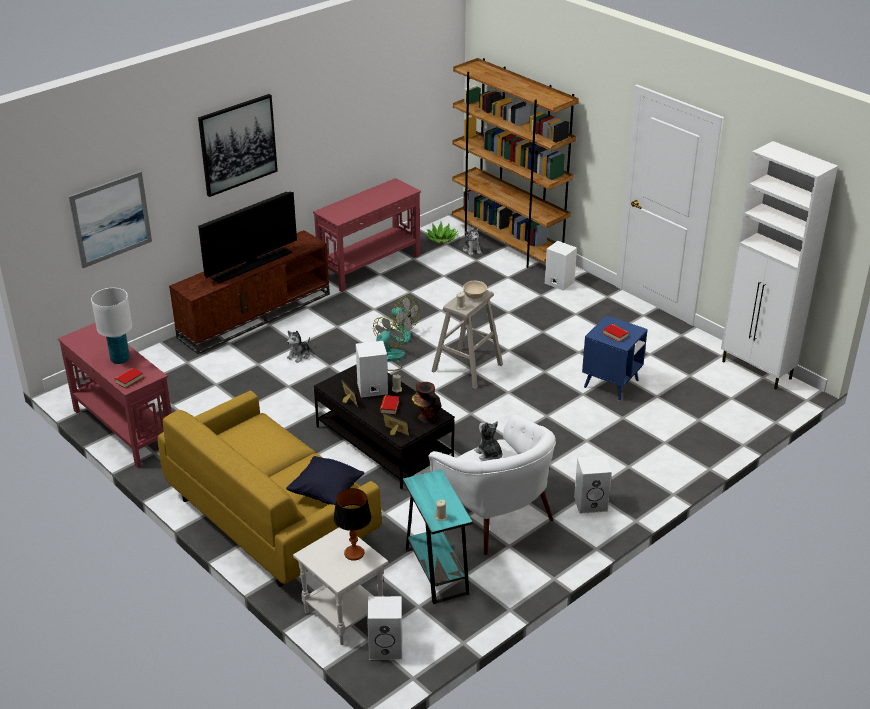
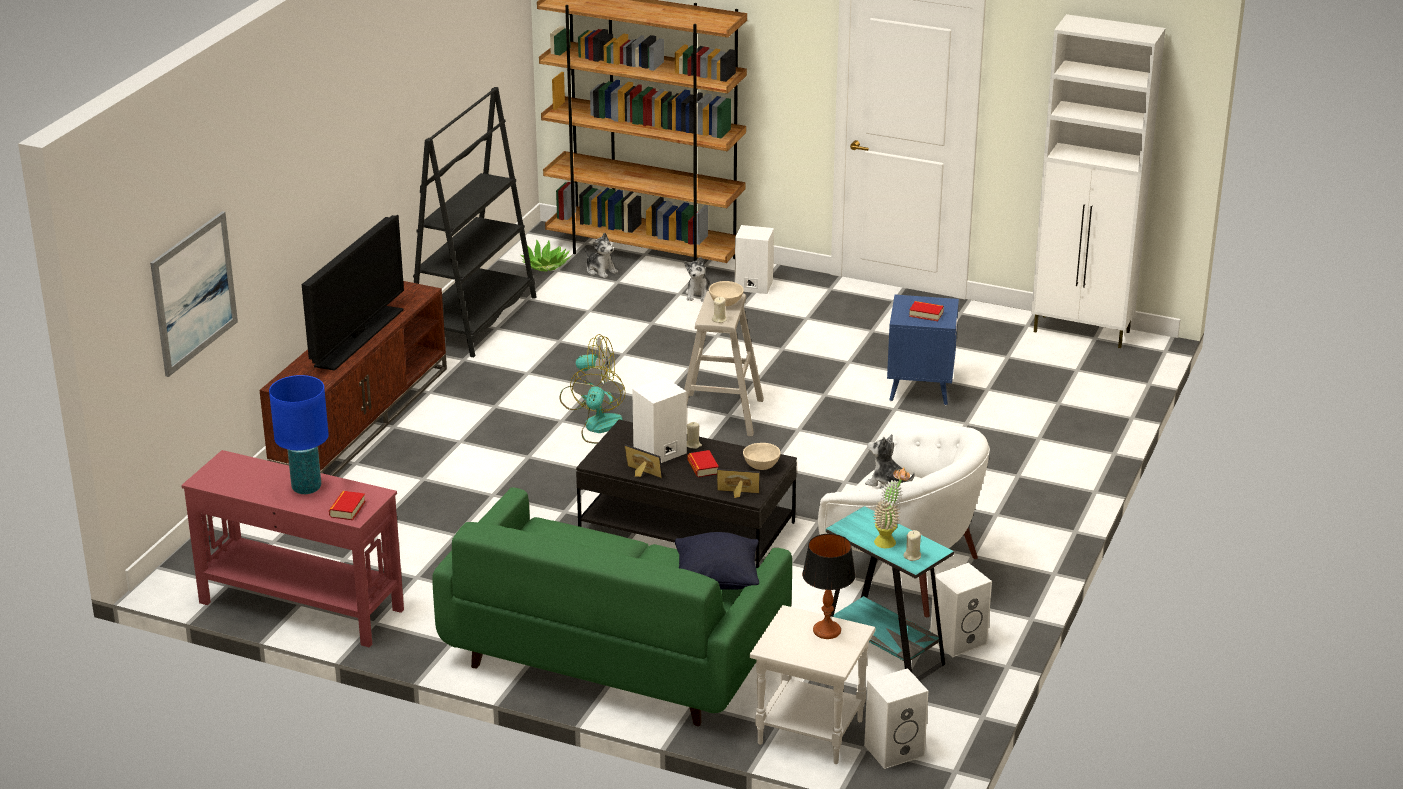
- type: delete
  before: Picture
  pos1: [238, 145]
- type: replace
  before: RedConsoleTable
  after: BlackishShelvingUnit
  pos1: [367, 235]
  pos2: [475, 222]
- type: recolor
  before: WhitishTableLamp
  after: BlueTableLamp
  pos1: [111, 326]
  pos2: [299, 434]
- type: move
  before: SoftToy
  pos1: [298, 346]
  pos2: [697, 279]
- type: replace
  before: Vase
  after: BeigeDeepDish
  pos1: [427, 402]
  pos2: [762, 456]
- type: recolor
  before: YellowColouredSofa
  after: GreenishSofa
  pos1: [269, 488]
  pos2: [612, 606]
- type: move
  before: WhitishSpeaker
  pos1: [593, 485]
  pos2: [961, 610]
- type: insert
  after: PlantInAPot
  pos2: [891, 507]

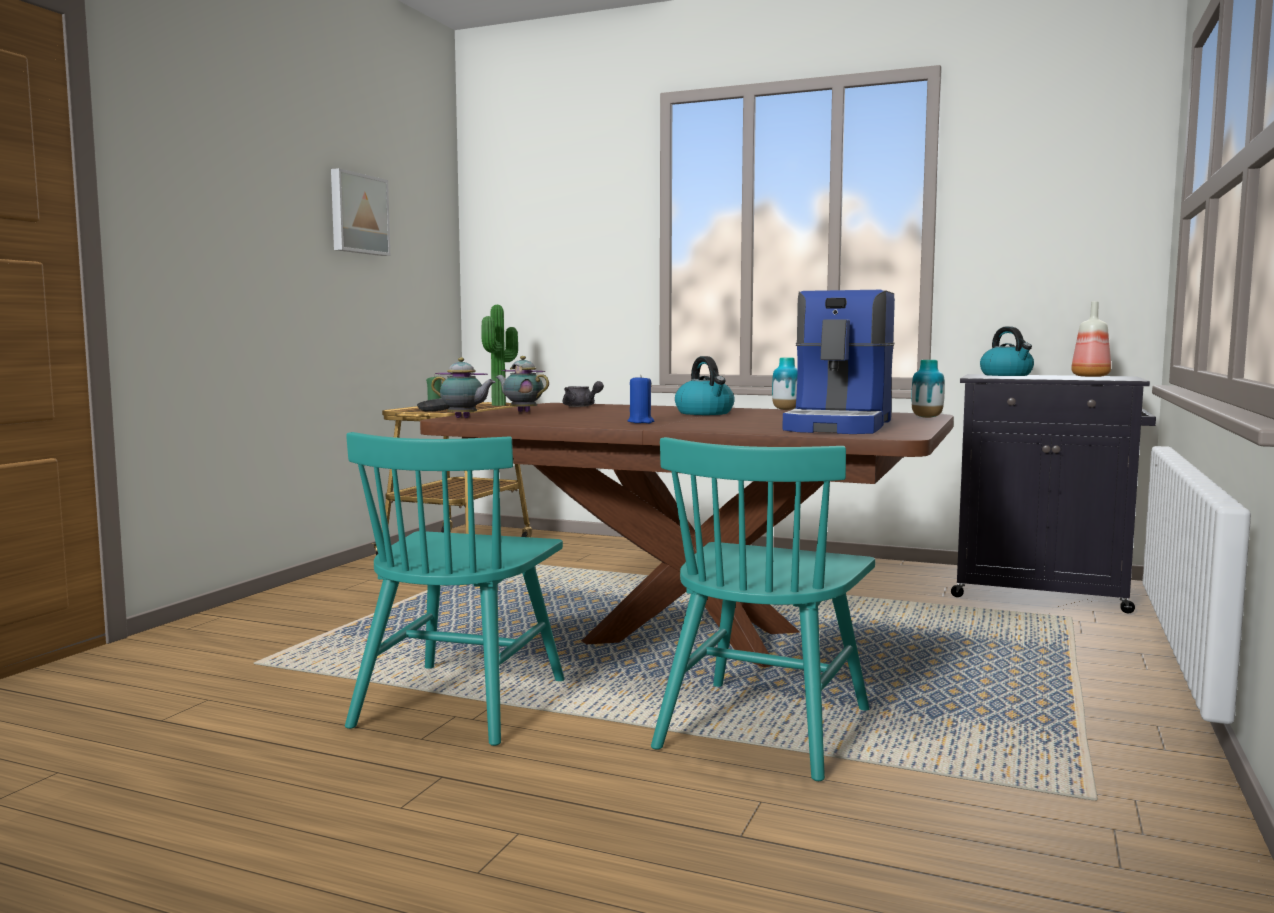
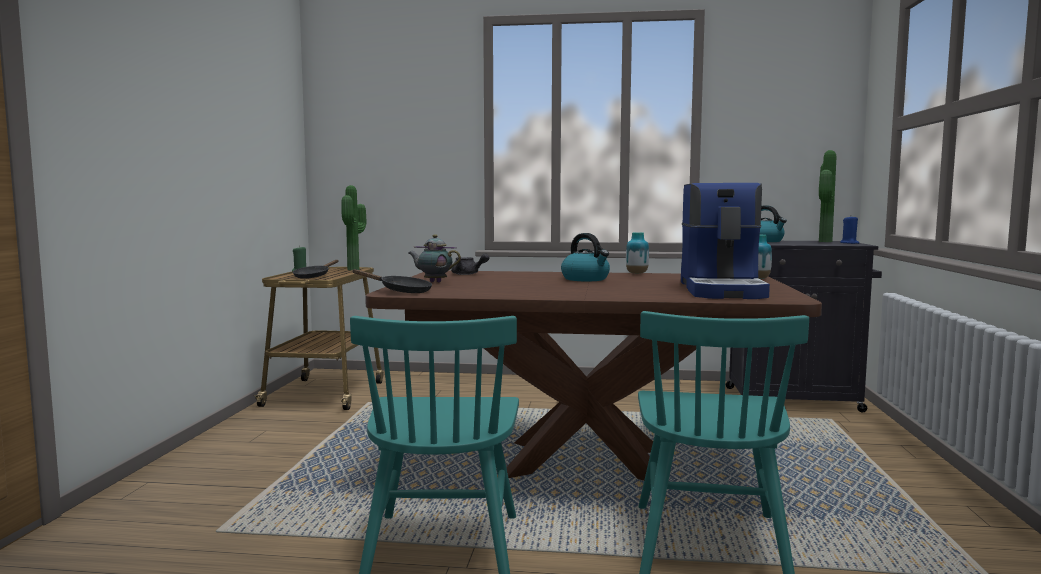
- type: delete
  before: Picture
  pos1: [360, 212]
- type: replace
  before: Bottle
  after: PlantInAPot
  pos1: [1091, 339]
  pos2: [827, 196]
- type: replace
  before: PotForTea
  after: BlackishFryingPan
  pos1: [463, 387]
  pos2: [392, 281]
- type: move
  before: BlueCandle
  pos1: [640, 399]
  pos2: [849, 230]

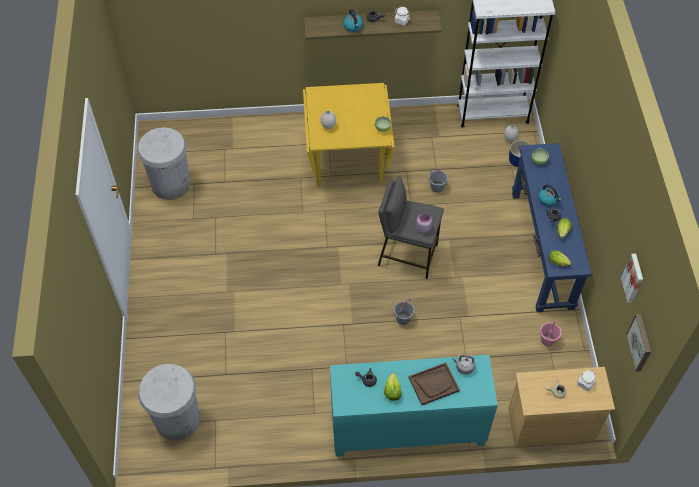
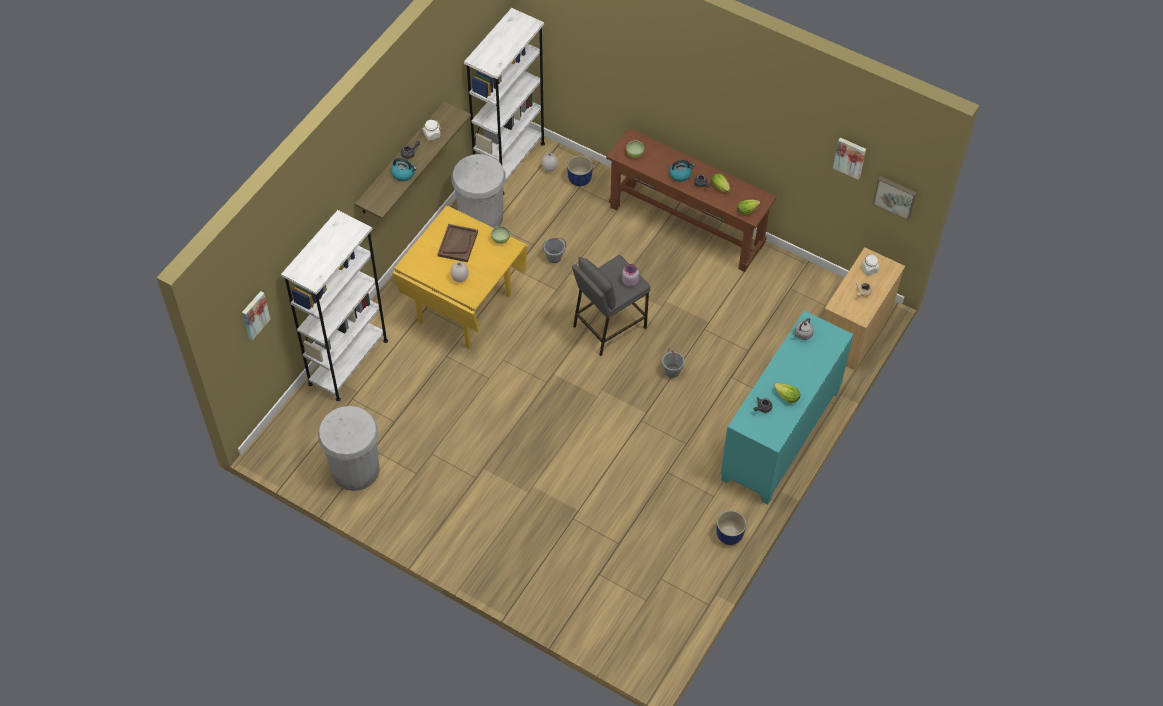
- type: recolor
  before: BlueConsoleTable
  after: BrownColouredConsoleTable
  pos1: [552, 227]
  pos2: [691, 200]
- type: delete
  before: PinkPail
  pos1: [551, 333]
- type: move
  before: BrownColouredServingTray
  pos1: [434, 383]
  pos2: [458, 243]
- type: move
  before: WhitishTrashCan
  pos1: [169, 402]
  pos2: [478, 191]
- type: insert
  after: WhitishShelvingUnit
  pos2: [334, 305]
- type: insert
  after: Picture
  pos2: [256, 315]
- type: insert
  after: BluePlantPot
  pos2: [731, 527]

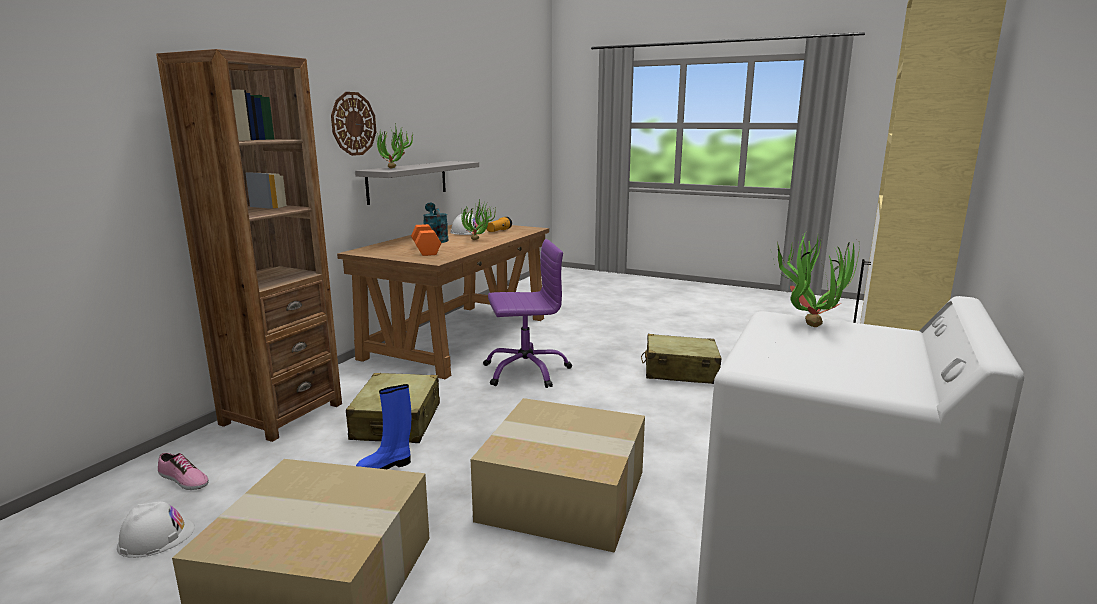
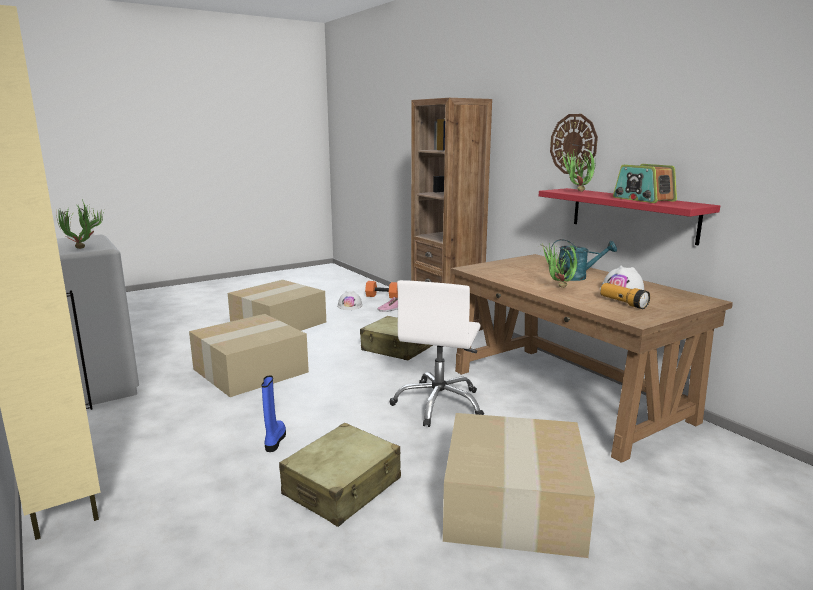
- type: recolor
  before: GrayBracketShelf
  after: RedBracketShelf
  pos1: [417, 183]
  pos2: [629, 216]
- type: move
  before: OrangeDumbbell
  pos1: [426, 240]
  pos2: [381, 289]
- type: recolor
  before: PurpleColouredDeskChair
  after: WhitishDeskChair
  pos1: [527, 313]
  pos2: [437, 353]
- type: move
  before: BlueTallBoot
  pos1: [383, 426]
  pos2: [273, 414]
- type: insert
  after: Radio
  pos2: [645, 183]
- type: insert
  after: CardboardBox
  pos2: [519, 485]

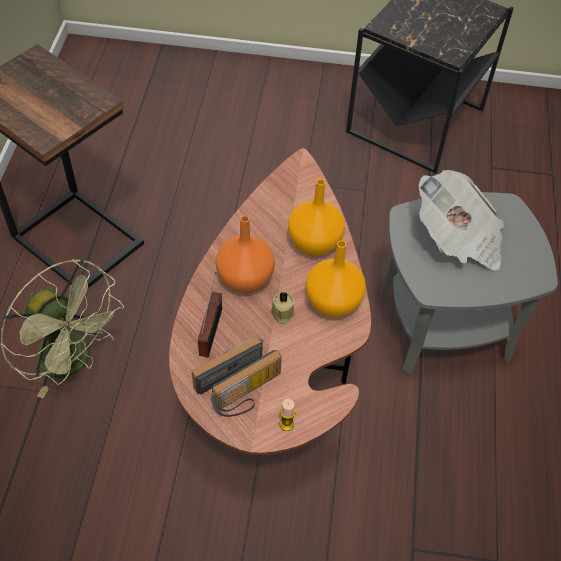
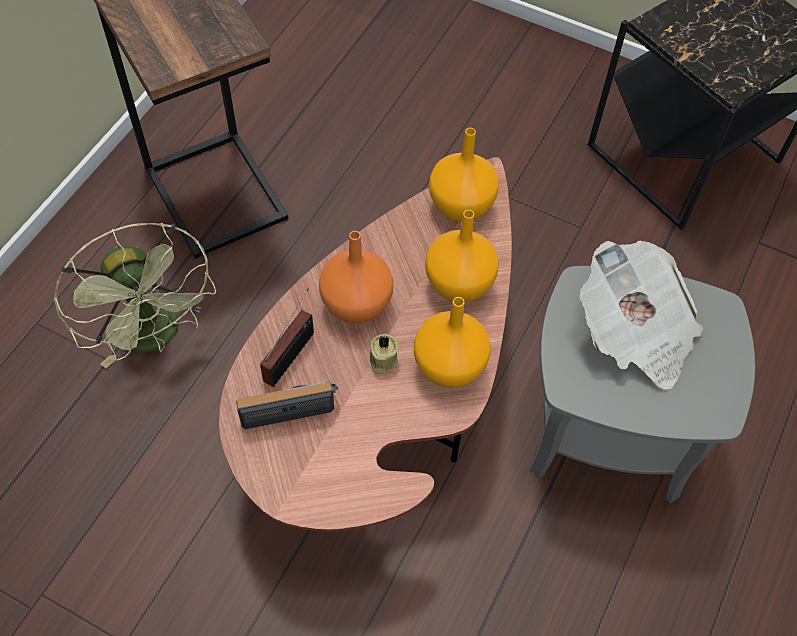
- type: delete
  before: Radio
  pos1: [246, 383]
- type: delete
  before: Candle
  pos1: [287, 415]
- type: insert
  after: OrangeVase
  pos2: [464, 175]

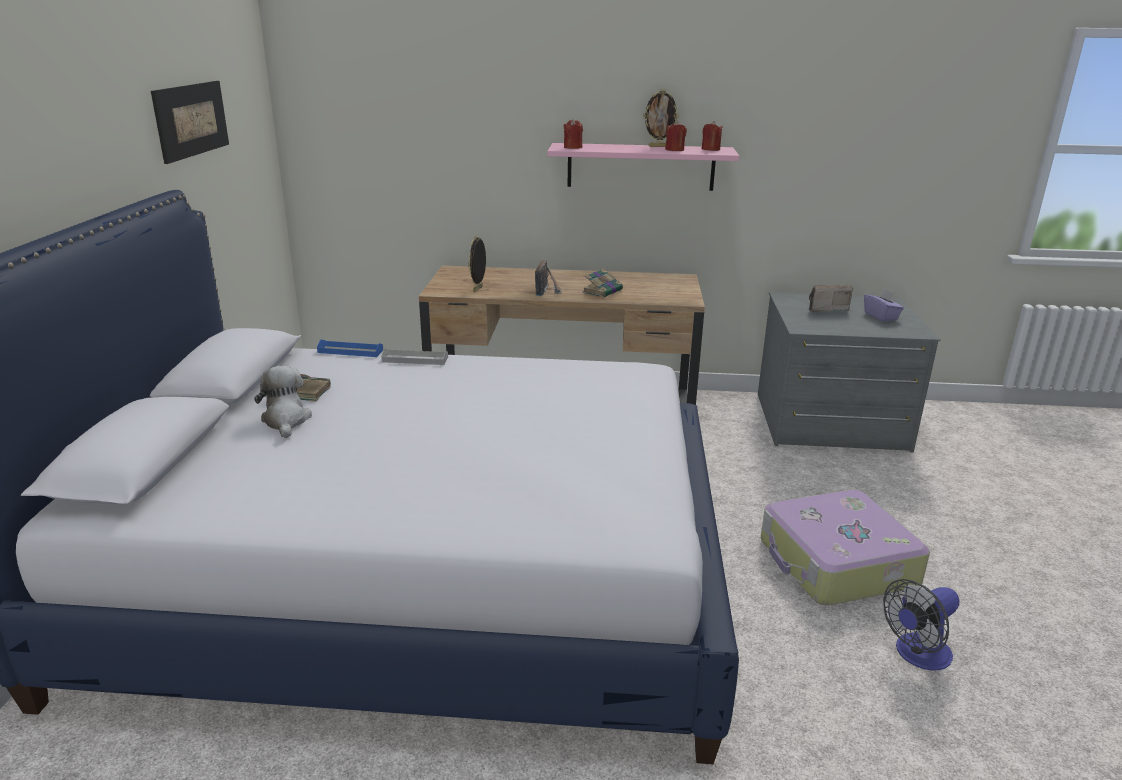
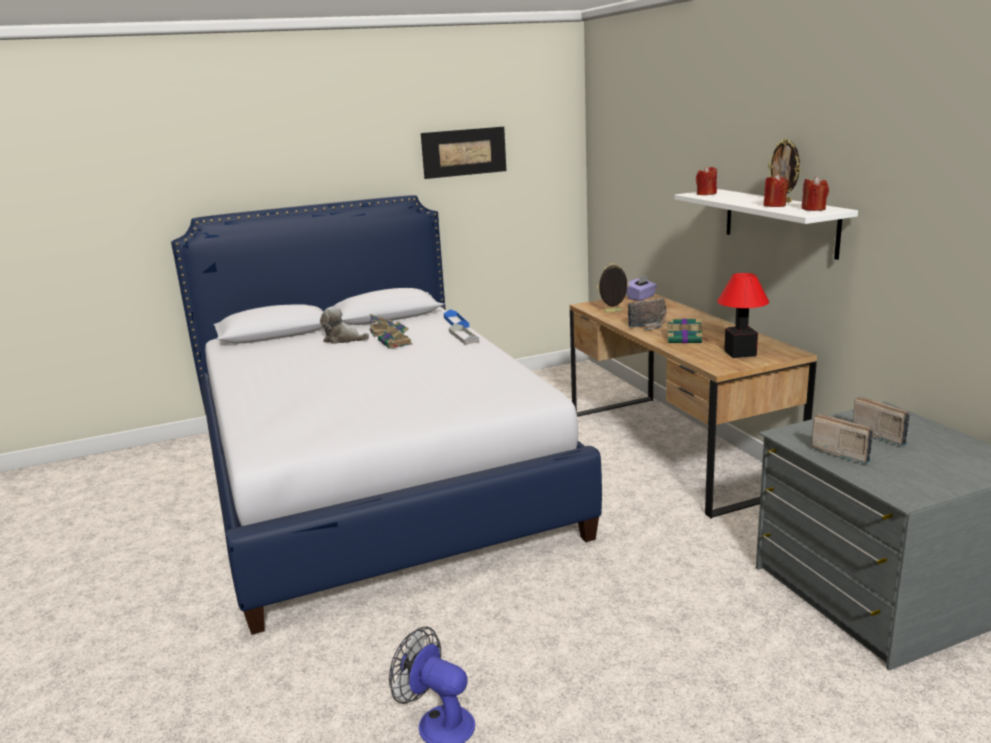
- type: recolor
  before: PinkBracketShelf
  after: WhitishBracketShelf
  pos1: [643, 167]
  pos2: [766, 224]
- type: move
  before: PurpleColouredTissueHolder
  pos1: [884, 305]
  pos2: [641, 288]
- type: rotate
  before: SoftToy
  pos1: [283, 402]
  pos2: [344, 325]
  turn: -120
- type: delete
  before: Suitcase
  pos1: [845, 548]
- type: insert
  after: TableLamp
  pos2: [743, 315]
- type: insert
  after: BoundBook
  pos2: [395, 335]
- type: insert
  after: Radio
  pos2: [842, 439]

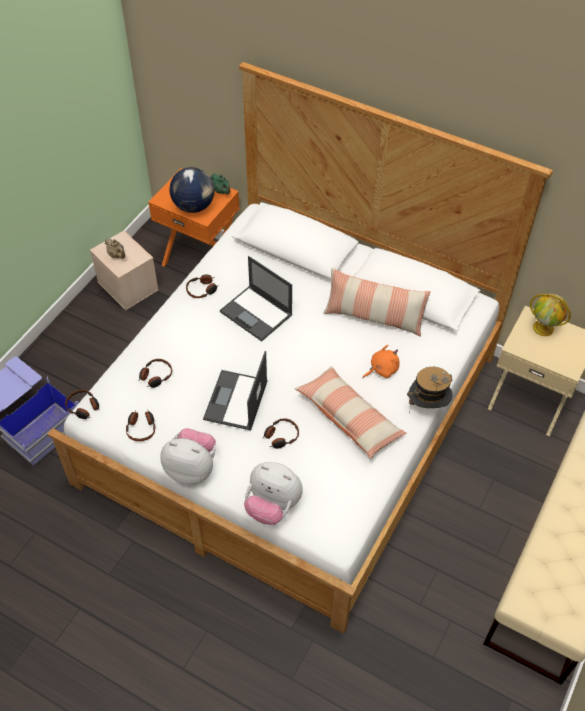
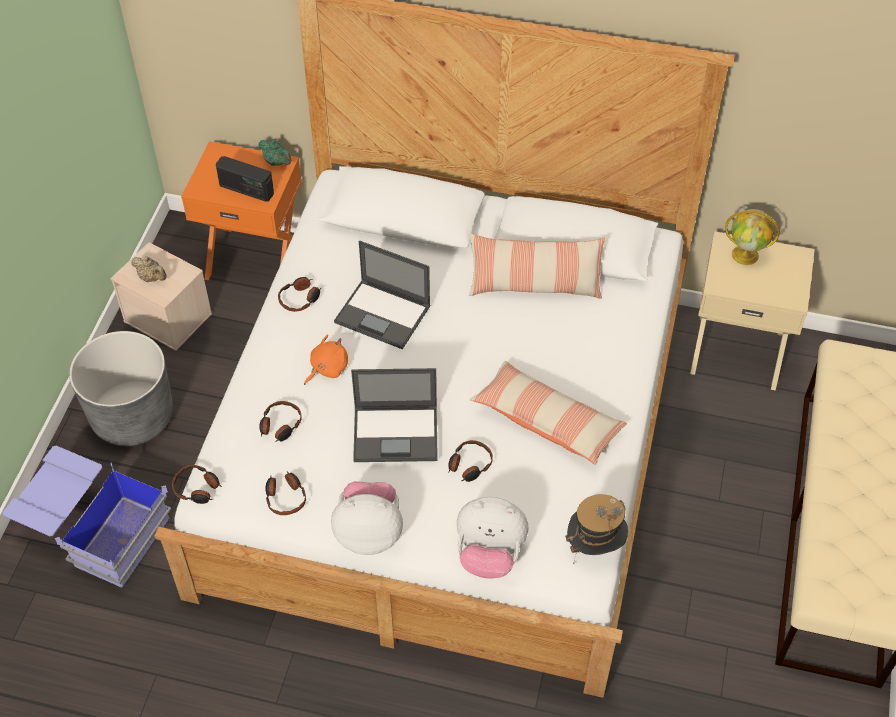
- type: replace
  before: DeskGlobe
  after: Radio
  pos1: [192, 190]
  pos2: [245, 179]
- type: move
  before: OrangeSoftToy
  pos1: [381, 361]
  pos2: [326, 360]
- type: rotate
  before: NotebookComputer
  pos1: [235, 390]
  pos2: [394, 415]
  turn: -90
- type: move
  before: WearableHat
  pos1: [430, 390]
  pos2: [596, 529]
- type: insert
  after: GrayPlantPot
  pos2: [121, 388]

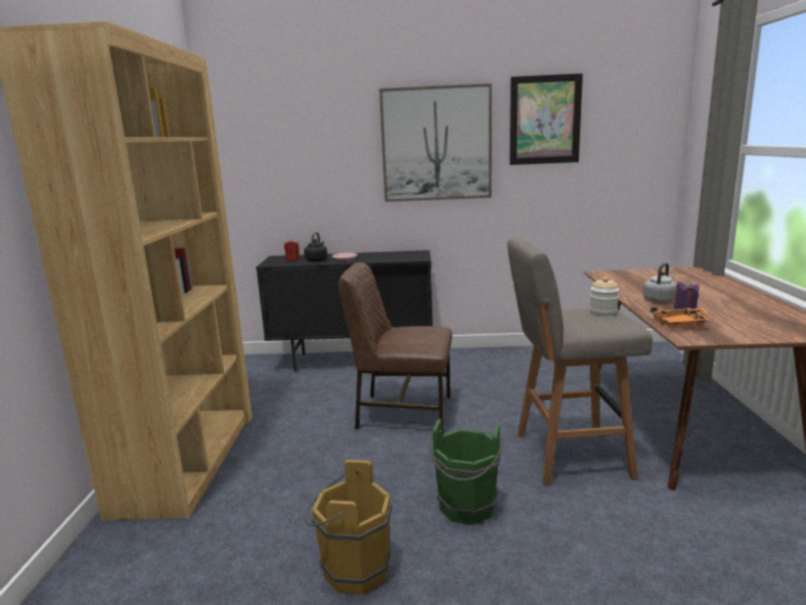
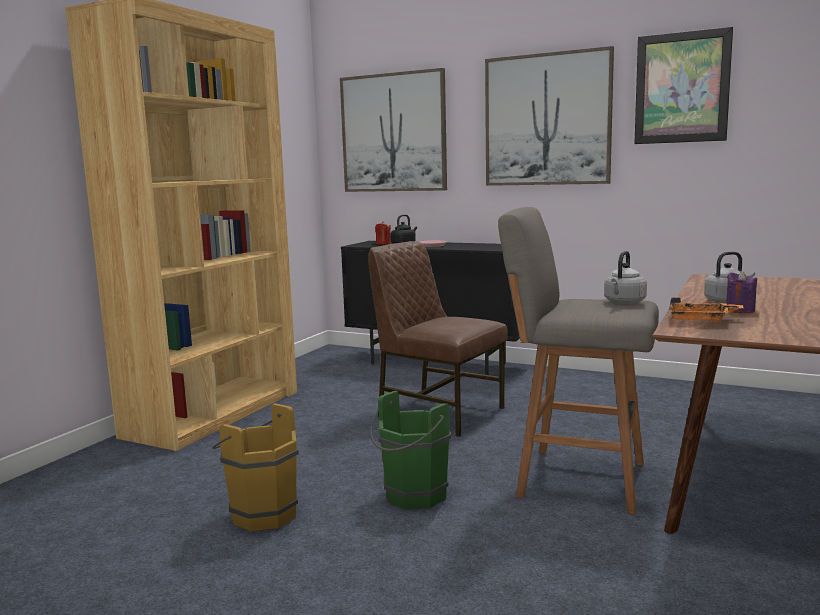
- type: replace
  before: StorageJar
  after: GrayWaterKettle
  pos1: [604, 296]
  pos2: [625, 277]
- type: insert
  after: Picture
  pos2: [393, 130]

